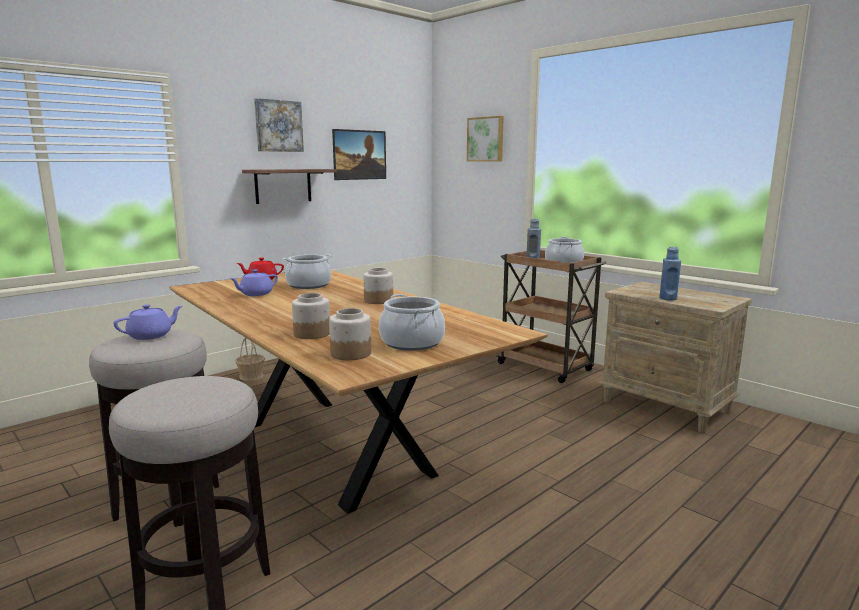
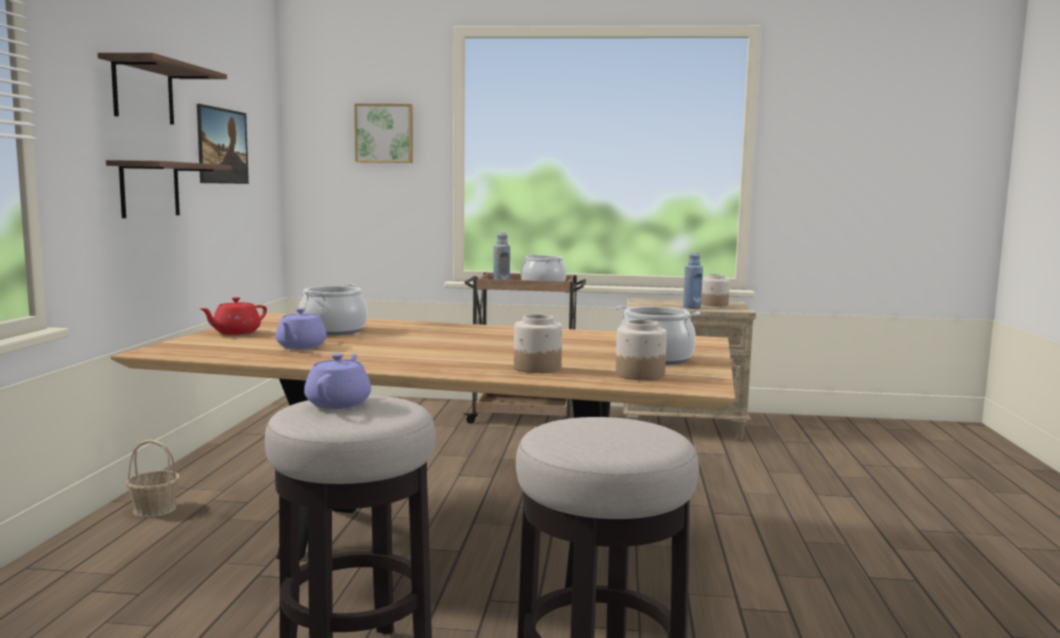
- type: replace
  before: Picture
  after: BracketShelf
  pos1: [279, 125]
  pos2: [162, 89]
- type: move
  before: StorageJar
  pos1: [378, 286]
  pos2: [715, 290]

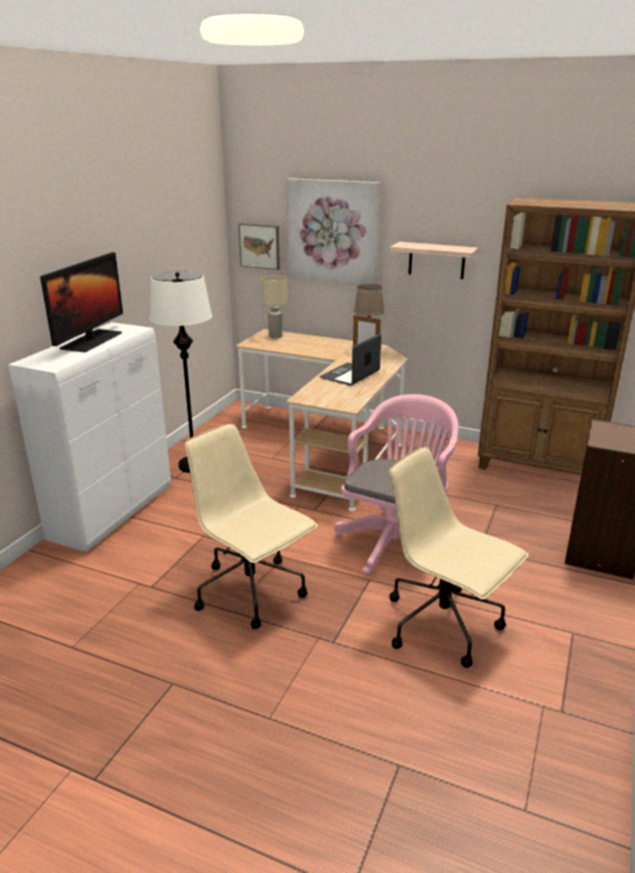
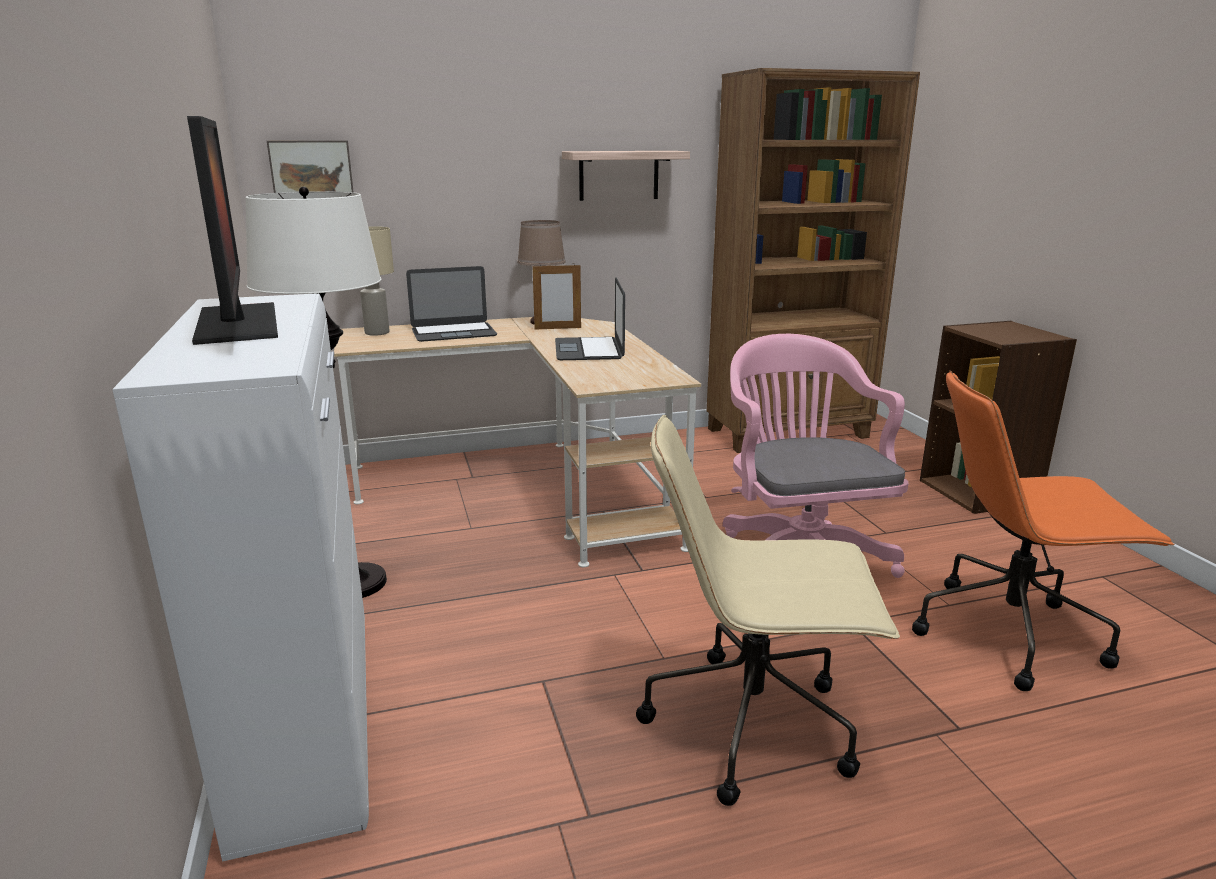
- type: delete
  before: Picture
  pos1: [334, 231]
- type: recolor
  before: BeigeDeskChair
  after: OrangeDeskChair
  pos1: [459, 557]
  pos2: [1043, 530]
- type: insert
  after: NotebookComputer
  pos2: [451, 304]

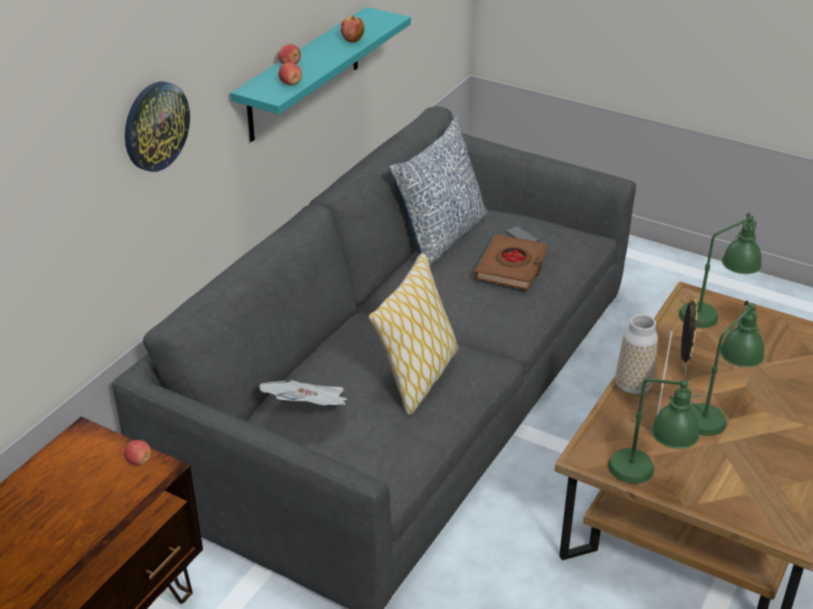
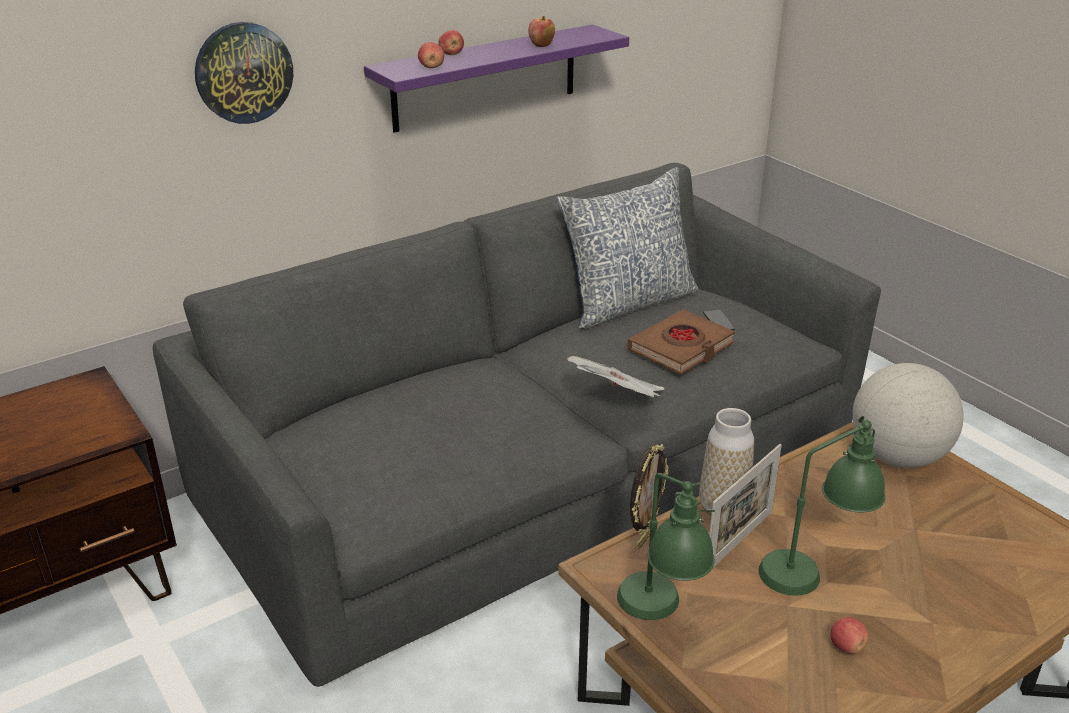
- type: recolor
  before: TurquoiseColouredBracketShelf
  after: PurpleColouredBracketShelf
  pos1: [320, 74]
  pos2: [496, 78]
- type: replace
  before: GreenishTableLamp
  after: DeskGlobe
  pos1: [720, 270]
  pos2: [908, 415]
- type: delete
  before: Cushion
  pos1: [413, 334]
- type: move
  before: StandingFrame
  pos1: [689, 337]
  pos2: [649, 497]
- type: move
  before: Newspaper
  pos1: [303, 392]
  pos2: [616, 376]
- type: move
  before: Apple
  pos1: [137, 452]
  pos2: [849, 635]

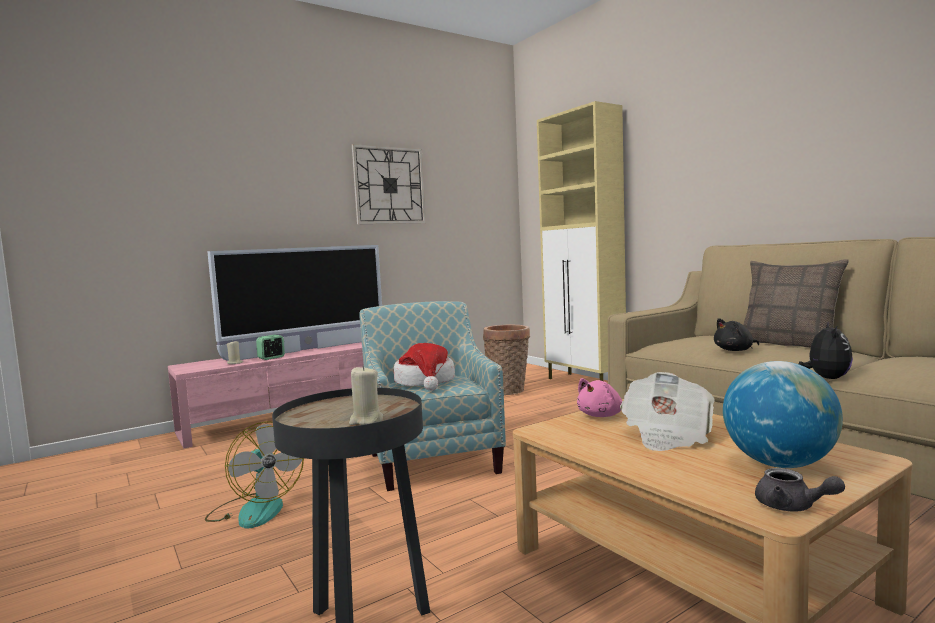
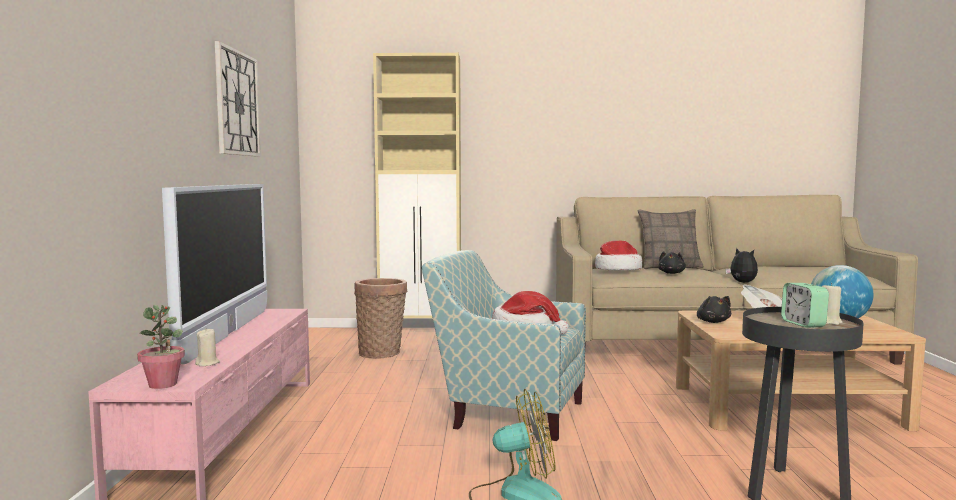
- type: move
  before: TableClock
  pos1: [270, 347]
  pos2: [805, 305]
- type: recolor
  before: PinkSoftToy
  after: BlackishSoftToy
  pos1: [599, 397]
  pos2: [714, 309]
- type: delete
  before: GrayPotForTea
  pos1: [800, 490]
- type: insert
  after: WearableHat
  pos2: [618, 256]
- type: insert
  after: PlantInAPot
  pos2: [161, 347]

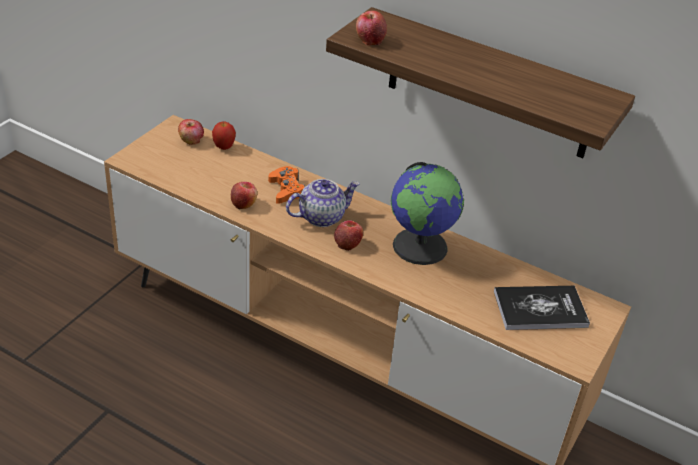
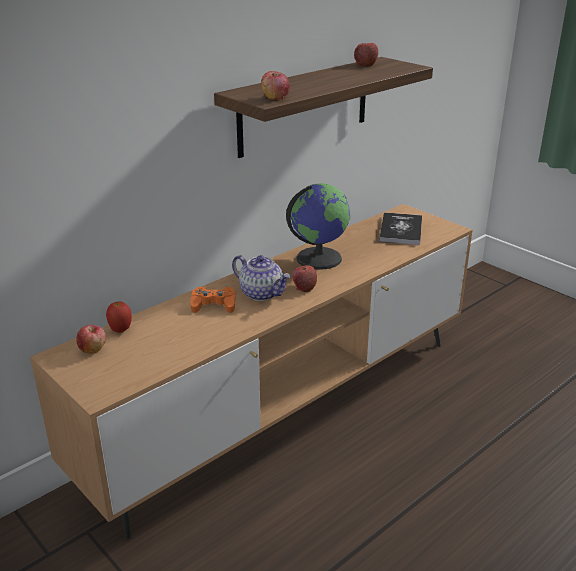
- type: rotate
  before: PotForTea
  pos1: [323, 203]
  pos2: [261, 278]
  turn: 135
- type: move
  before: Apple
  pos1: [244, 195]
  pos2: [366, 55]

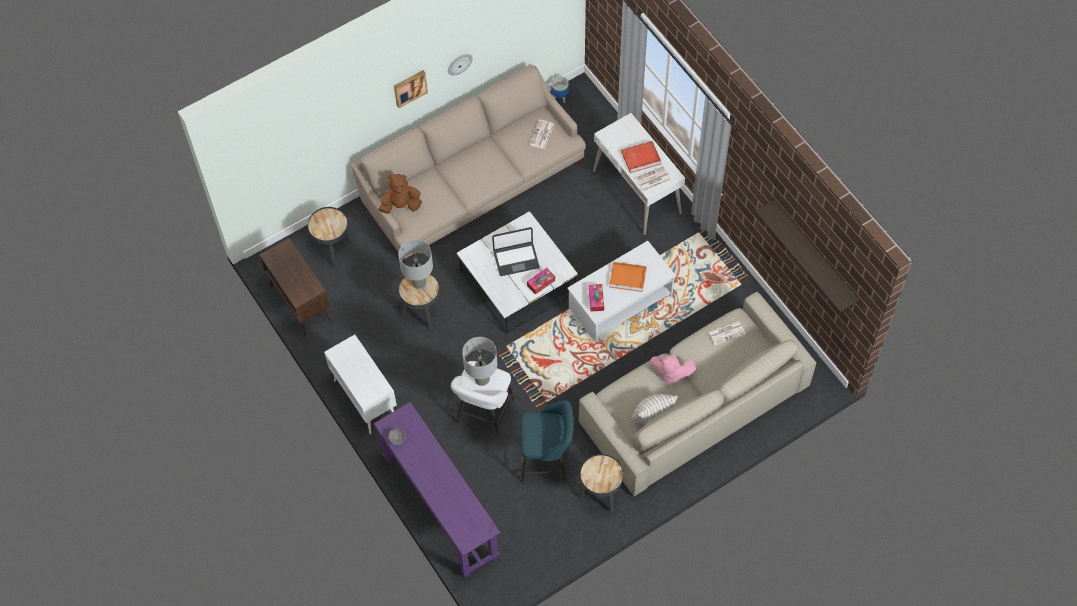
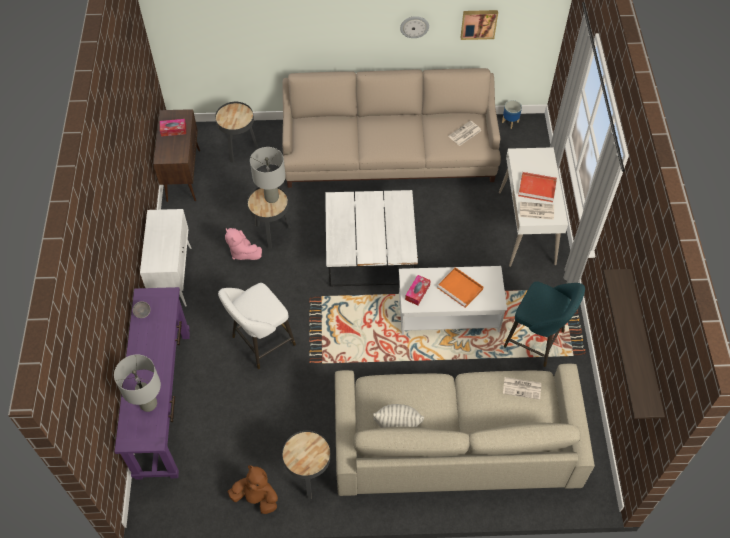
- type: move
  before: Picture
  pos1: [411, 89]
  pos2: [479, 25]
- type: move
  before: BrownColouredSoftToy
  pos1: [400, 194]
  pos2: [253, 489]
- type: delete
  before: NotebookComputer
  pos1: [515, 251]
- type: move
  before: TissueHolder
  pos1: [541, 281]
  pos2: [173, 128]
- type: move
  before: GrayTableLamp
  pos1: [480, 361]
  pos2: [137, 383]
- type: move
  before: PinkSoftToy
  pos1: [673, 369]
  pos2: [243, 244]
- type: move
  before: TurquoiseColouredStoolSeat
  pos1: [547, 440]
  pos2: [544, 324]

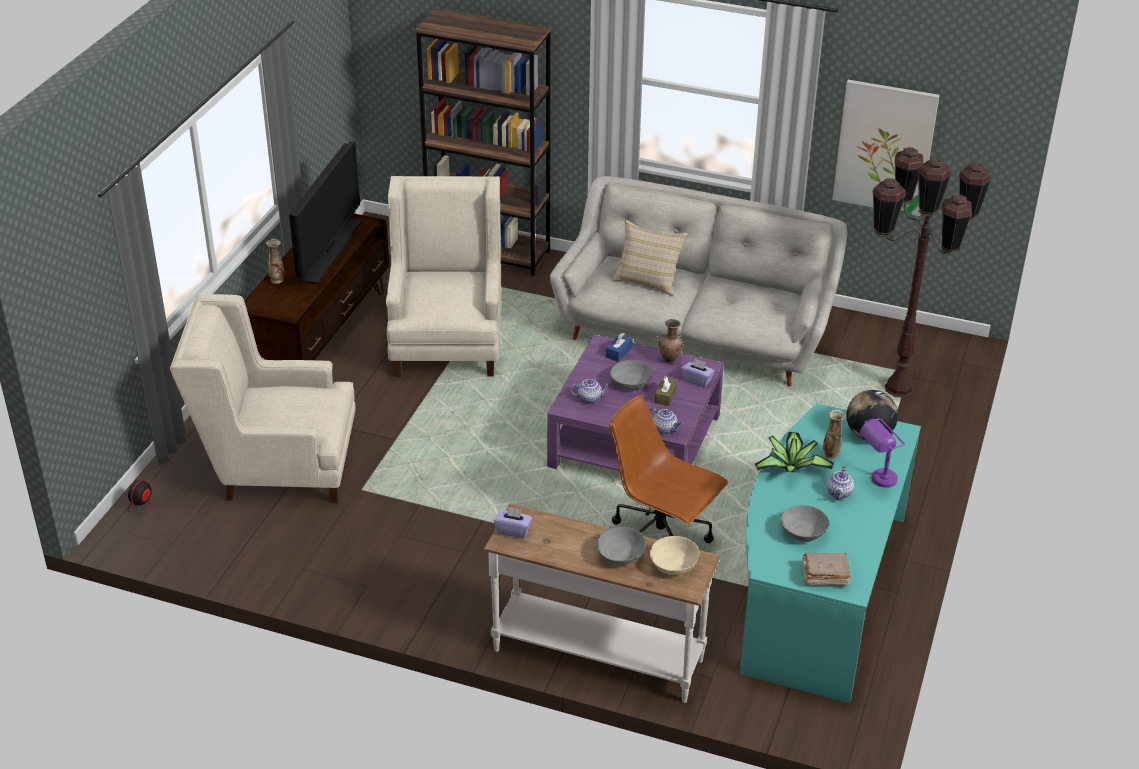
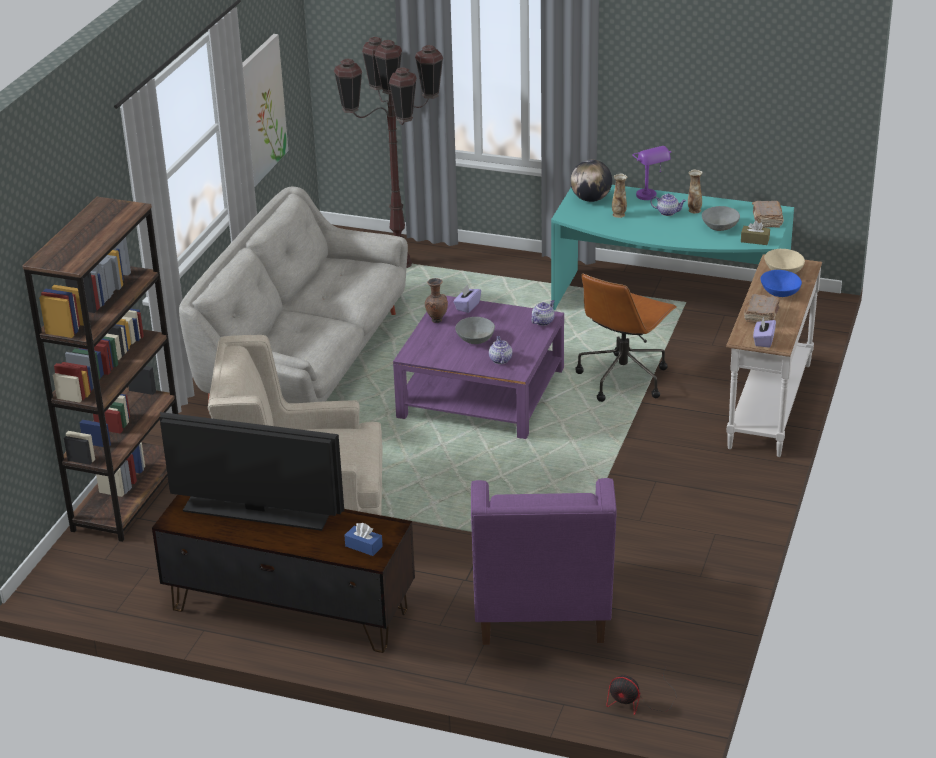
- type: delete
  before: BeigeCushion
  pos1: [650, 258]
- type: move
  before: Vase
  pos1: [275, 261]
  pos2: [695, 191]
- type: recolor
  before: BeigeLoungeChair
  after: PurpleColouredLoungeChair
  pos1: [263, 398]
  pos2: [544, 561]
- type: move
  before: BlueTissueHolder
  pos1: [619, 347]
  pos2: [363, 539]
- type: move
  before: BrownColouredTissueHolder
  pos1: [666, 391]
  pos2: [755, 233]
- type: delete
  before: PlantInAPot
  pos1: [794, 452]
- type: recolor
  before: GrayDeepDish
  after: BlueDeepDish
  pos1: [621, 546]
  pos2: [781, 283]
- type: insert
  after: BrownColouredBoundBook
  pos2: [762, 308]

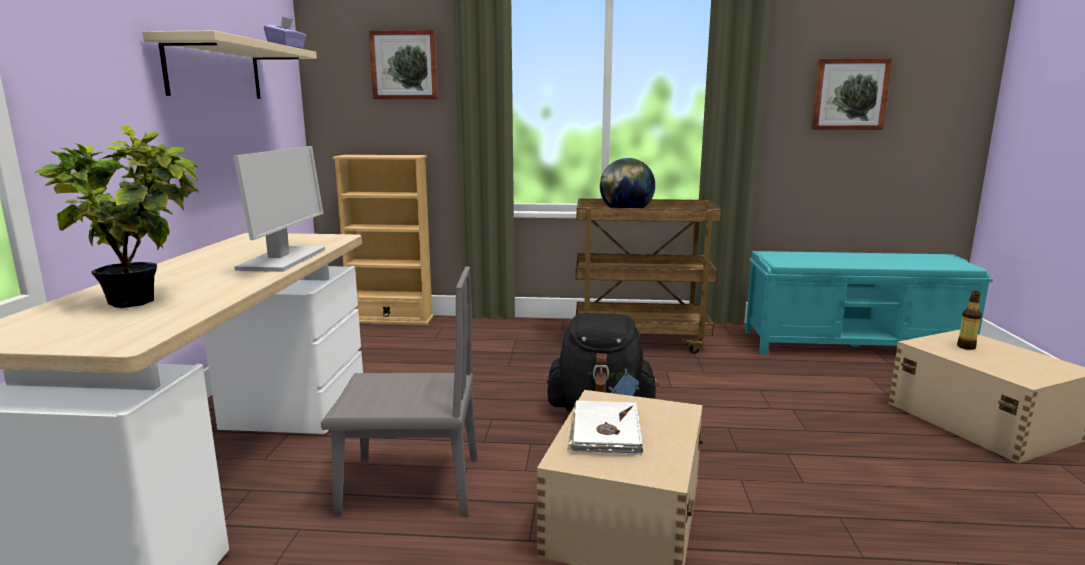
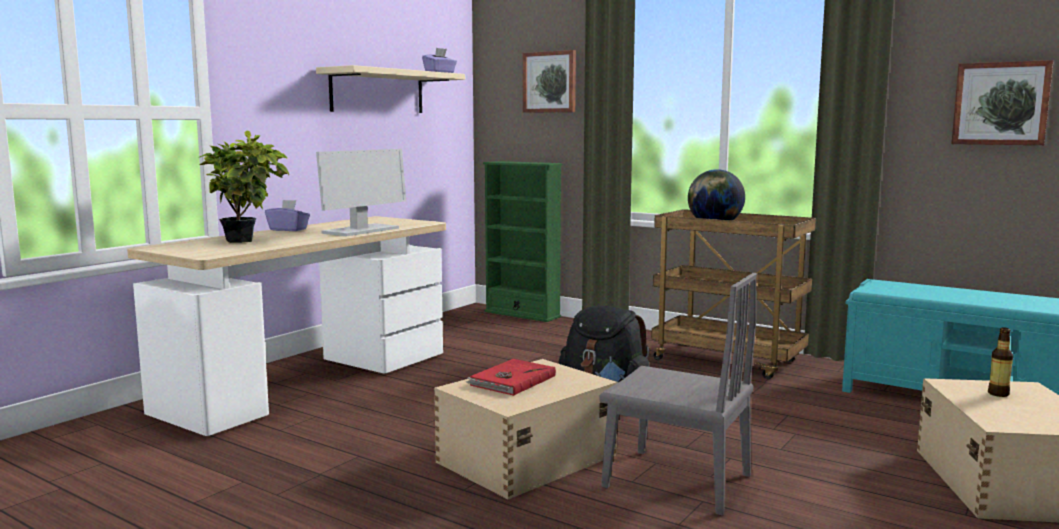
- type: recolor
  before: BeigeShelvingUnit
  after: GreenishShelvingUnit
  pos1: [383, 240]
  pos2: [522, 241]
- type: move
  before: GrayPlainChair
  pos1: [399, 391]
  pos2: [678, 394]
- type: recolor
  before: WhitishBoundBook
  after: RedBoundBook
  pos1: [605, 428]
  pos2: [511, 377]
- type: insert
  after: PurpleColouredTissueHolder
  pos2: [287, 215]

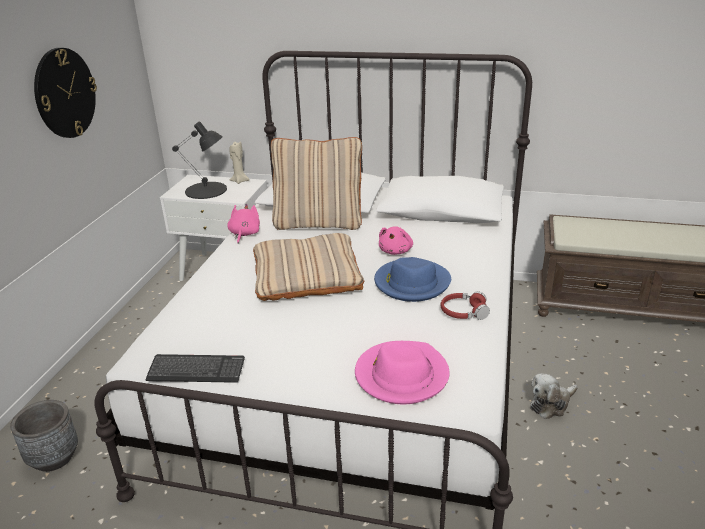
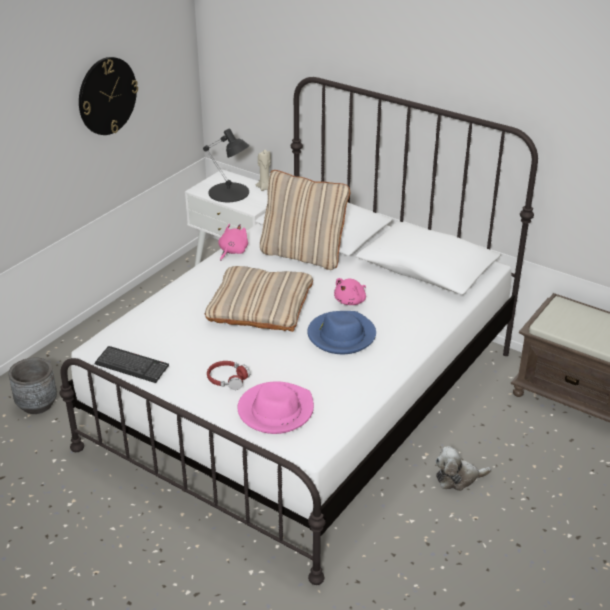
- type: move
  before: RedHeadset
  pos1: [465, 305]
  pos2: [228, 375]

